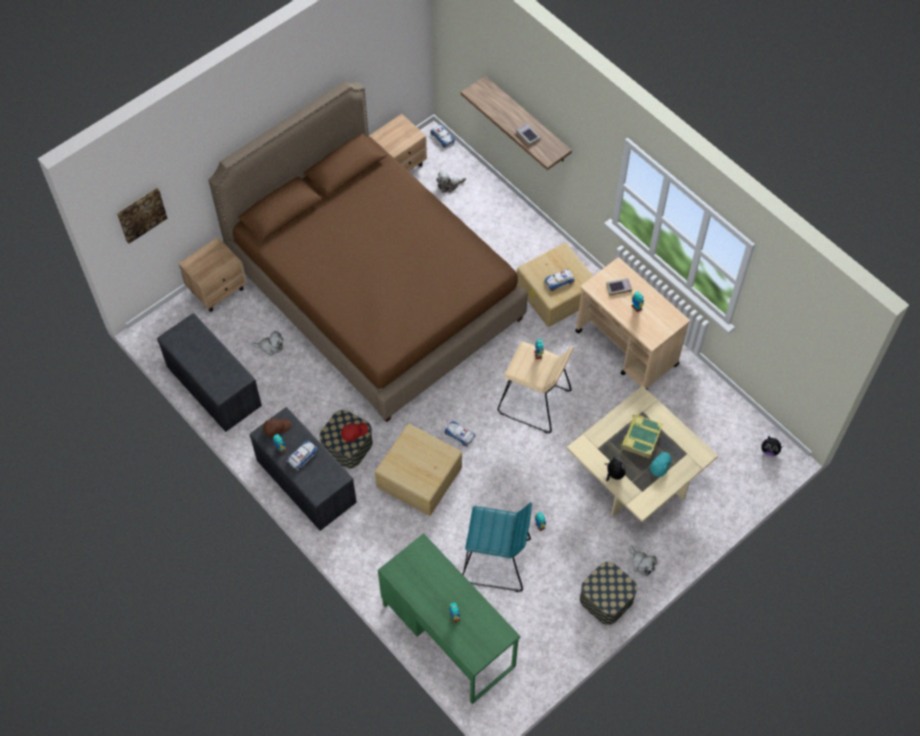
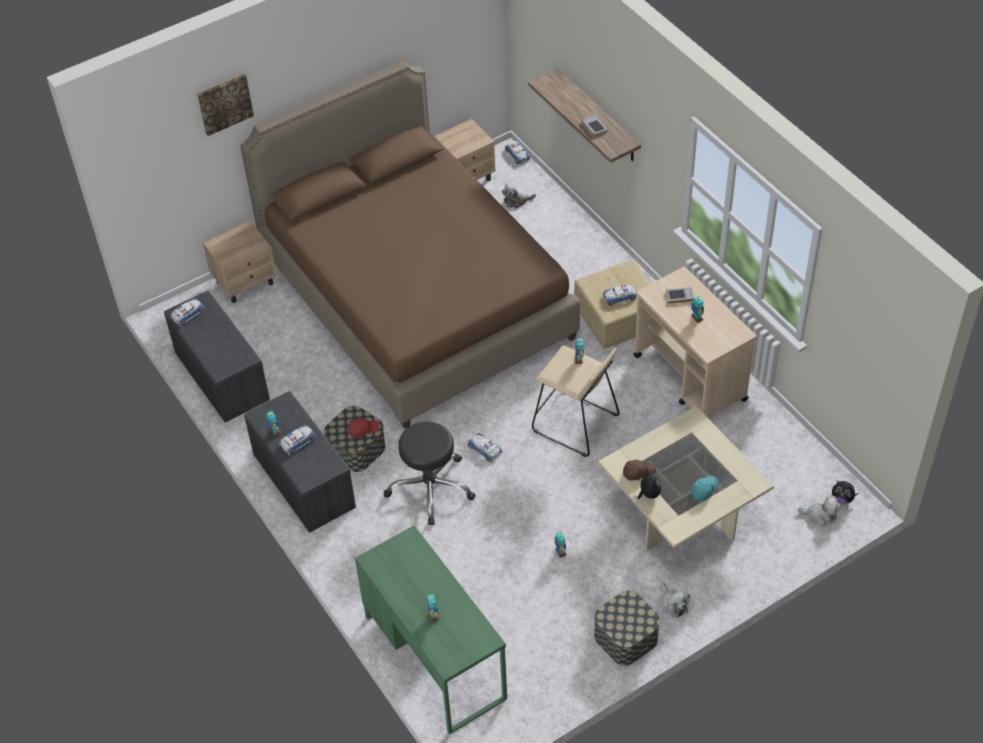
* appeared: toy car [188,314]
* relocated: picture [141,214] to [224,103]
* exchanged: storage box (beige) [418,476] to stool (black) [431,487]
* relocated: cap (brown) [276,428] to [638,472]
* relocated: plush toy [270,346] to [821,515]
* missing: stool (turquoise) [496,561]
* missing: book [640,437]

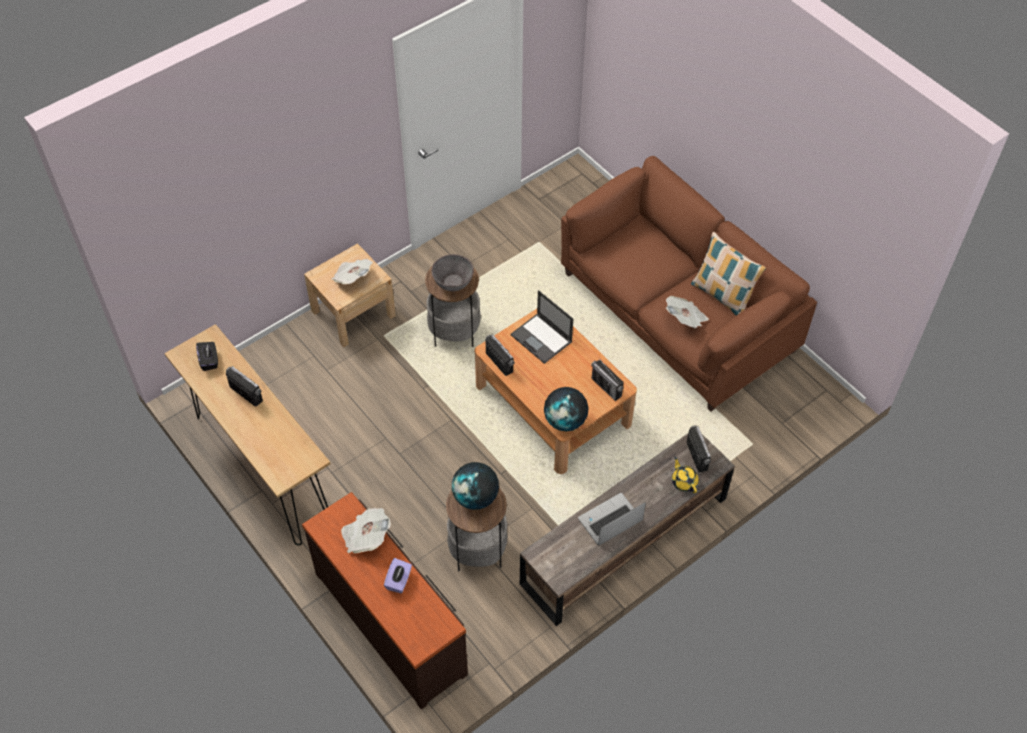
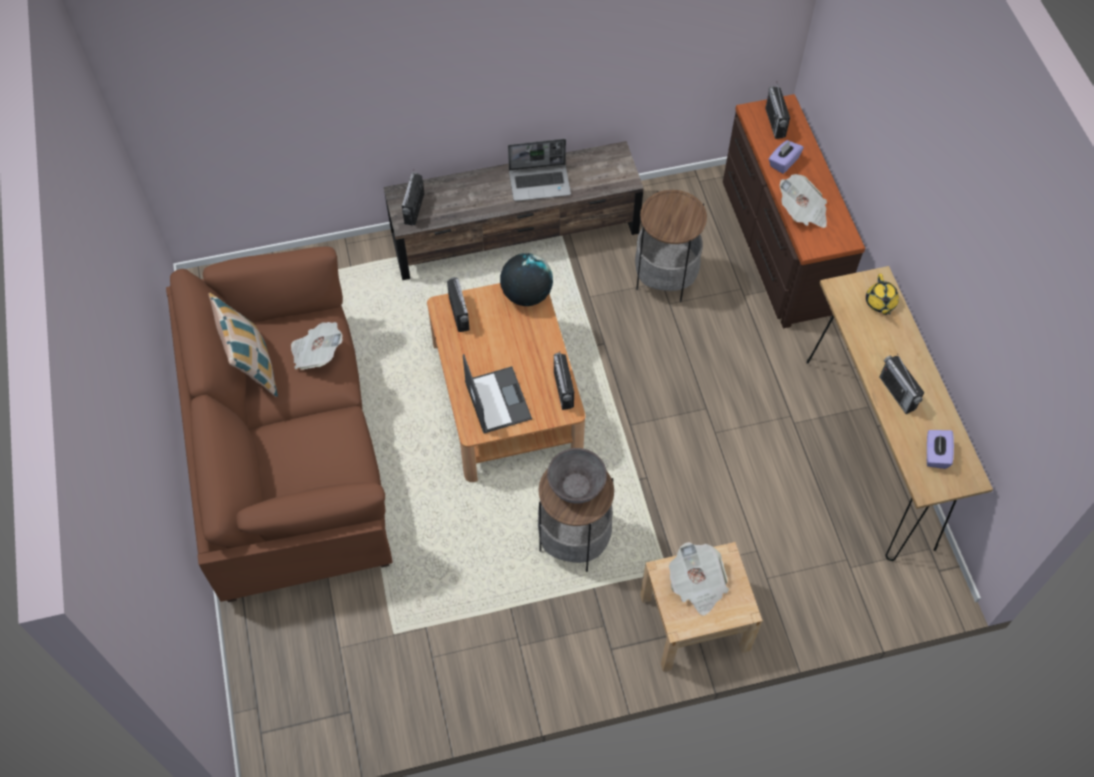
* appeared: radio [775,122]
* relocated: teapot (yellow) [684,481] to [880,303]
* colour: tissue box (black) [209,361] to tissue box (purple) [935,454]
* missing: globe [476,497]

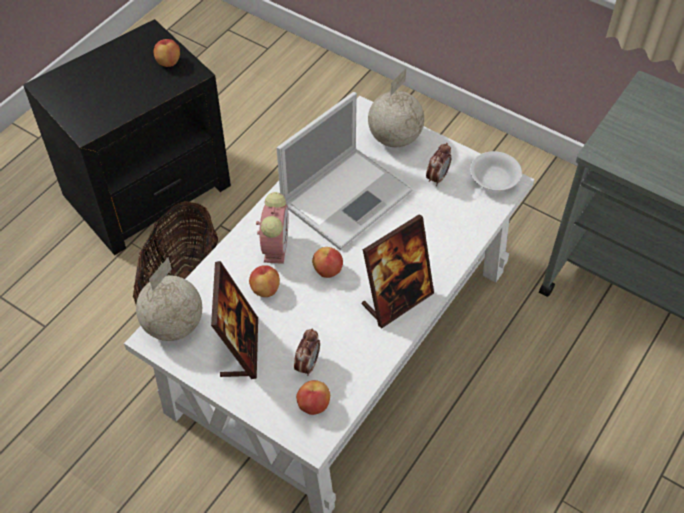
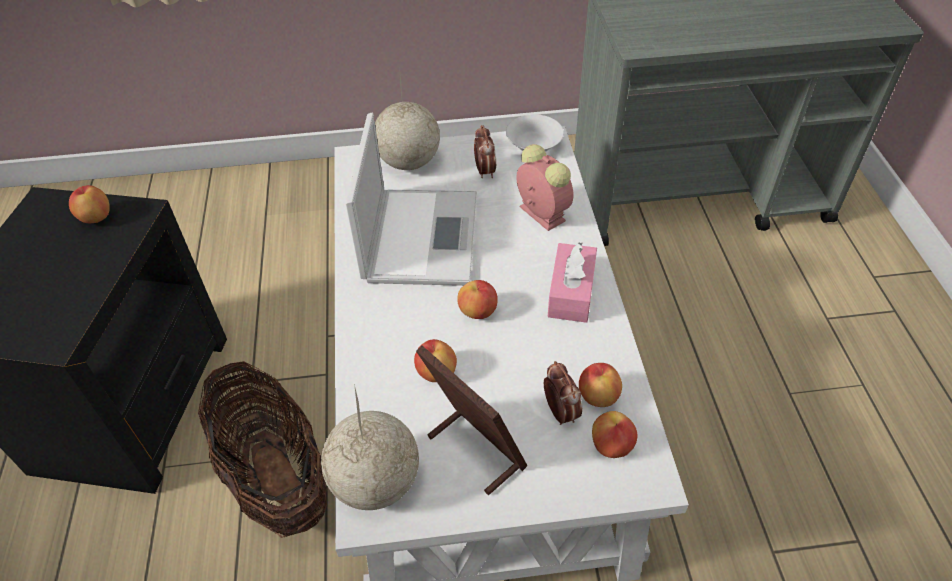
* relocated: alarm clock [275,246] to [540,213]
* exchanged: picture frame [397,300] to tissue box (pink) [571,292]
* appeared: apple [598,396]

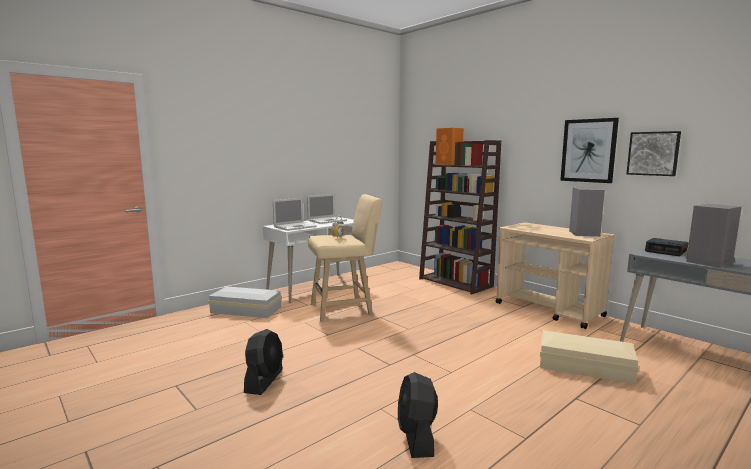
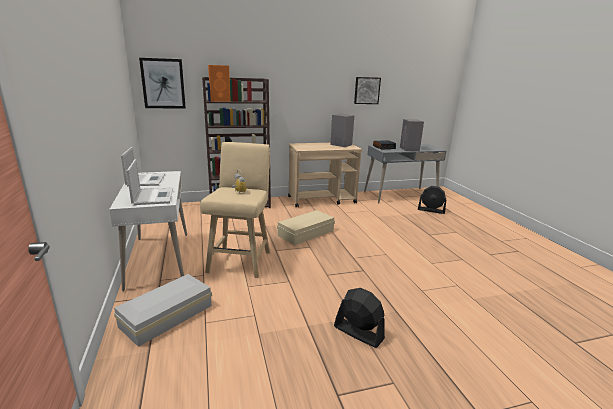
* relocated: picture [588,150] to [163,83]
* relocated: storage box (beige) [583,365] to [305,233]
* relocated: fan (black) [416,436] to [431,210]

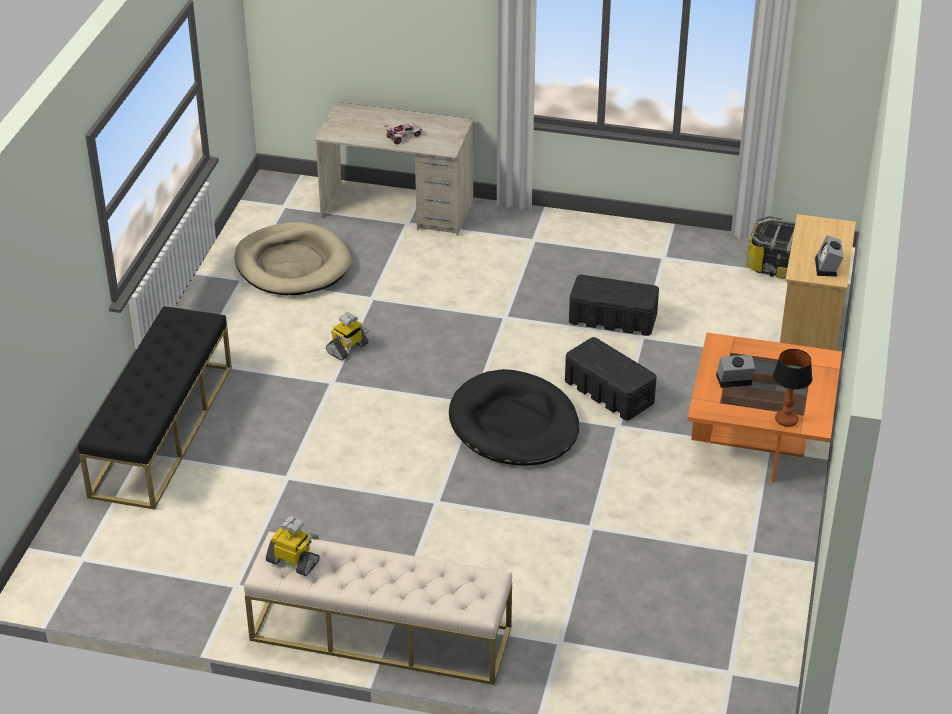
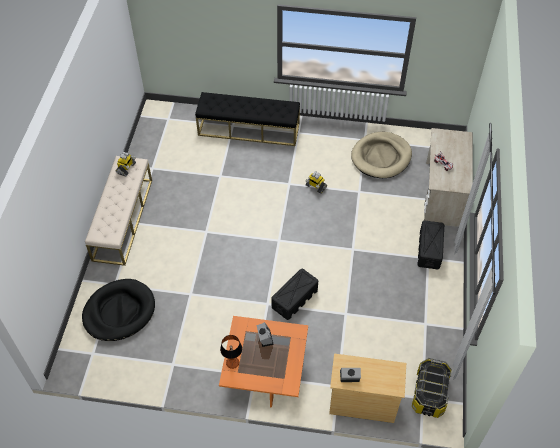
* relocated: dog bed (black) [514,424] to [119,312]
* relocated: storage box (black) [613,319] to [429,250]

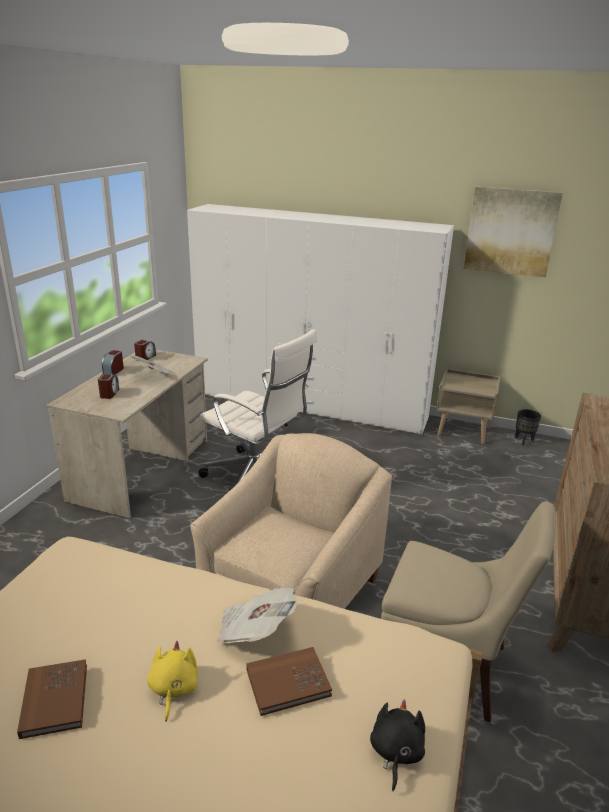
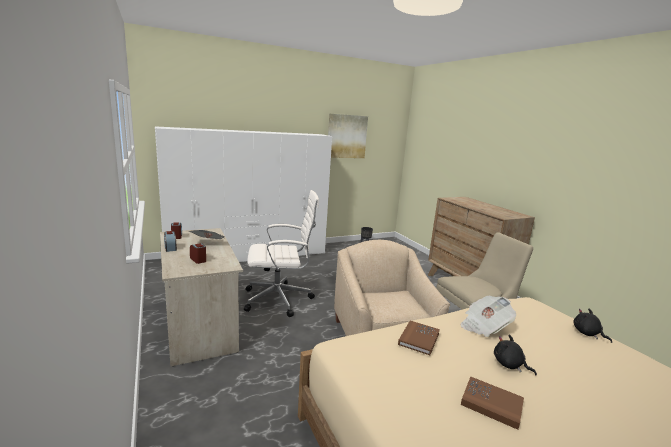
* relocated: book (brown) [288,683] to [419,339]
* colour: plush toy (yellow) [173,689] to plush toy (black) [509,365]
* missing: nightstand (beige) [463,431]

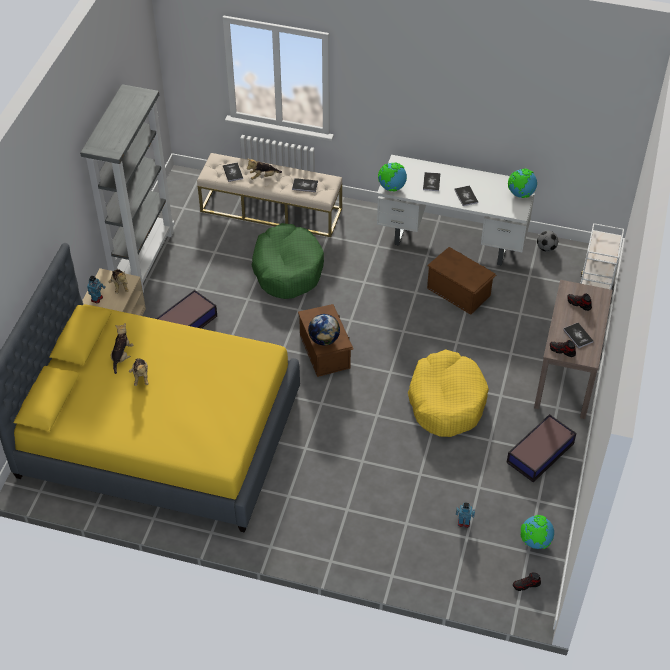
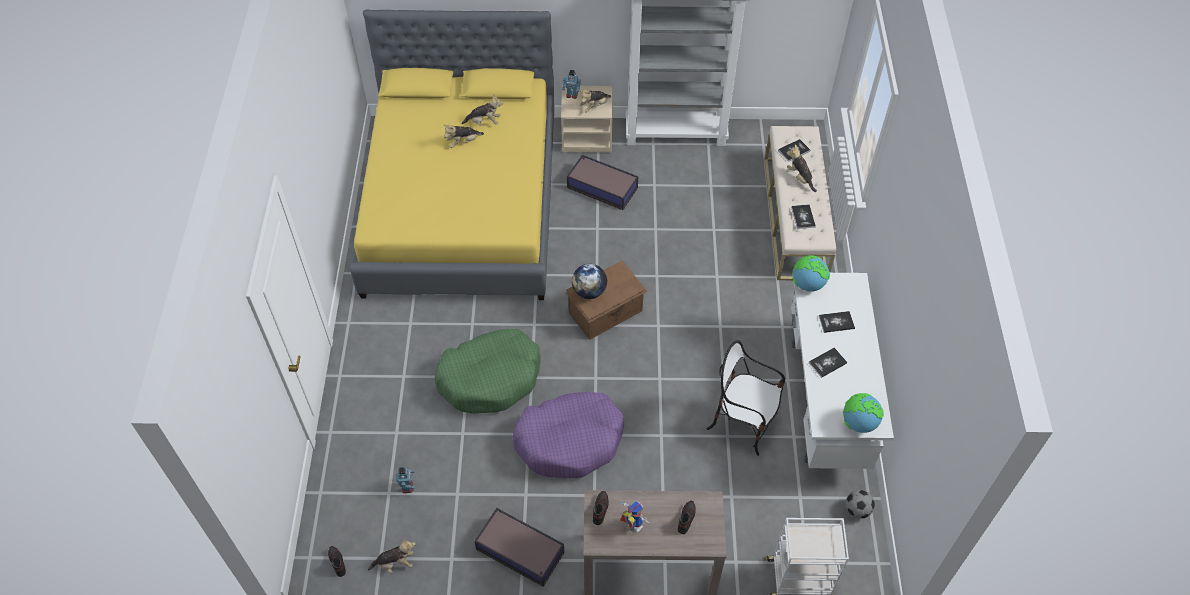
* exchanged: globe [535,541] to plush toy [395,563]
* relocated: dog bed (green) [287,269] to [490,378]
* colour: dog bed (yellow) [446,401] to dog bed (purple) [570,440]
* exchanged: book [578,335] to toy robot [631,524]
* exchanged: storage box (brown) [458,291] to chair [742,423]

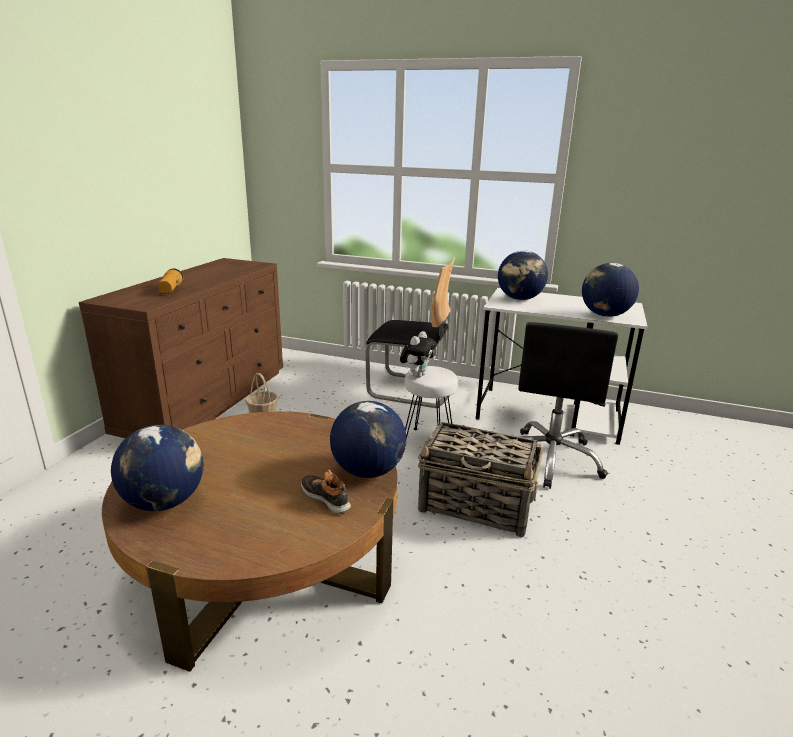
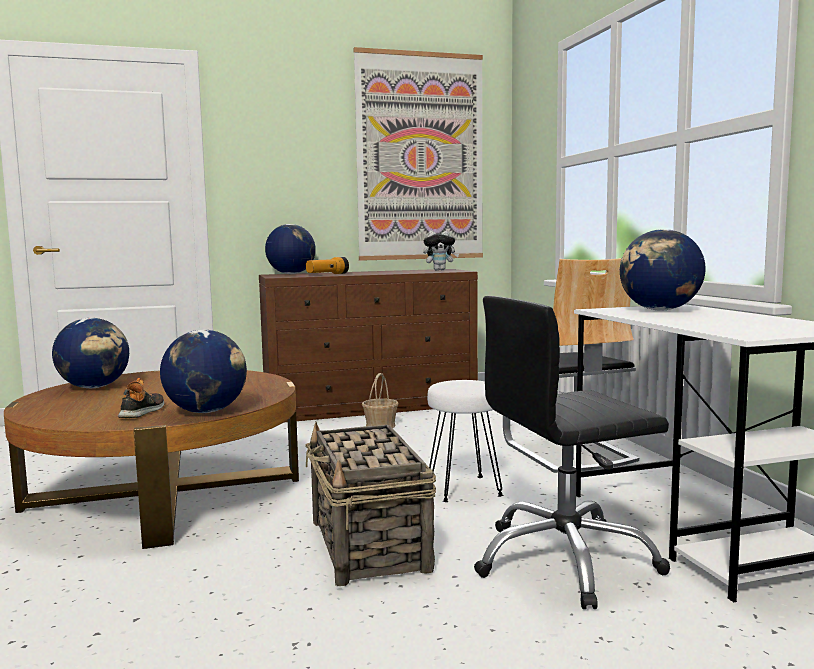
* relocated: globe [604,315] to [291,274]
* appeared: picture [420,157]
* relocated: plush toy [417,375] to [440,270]

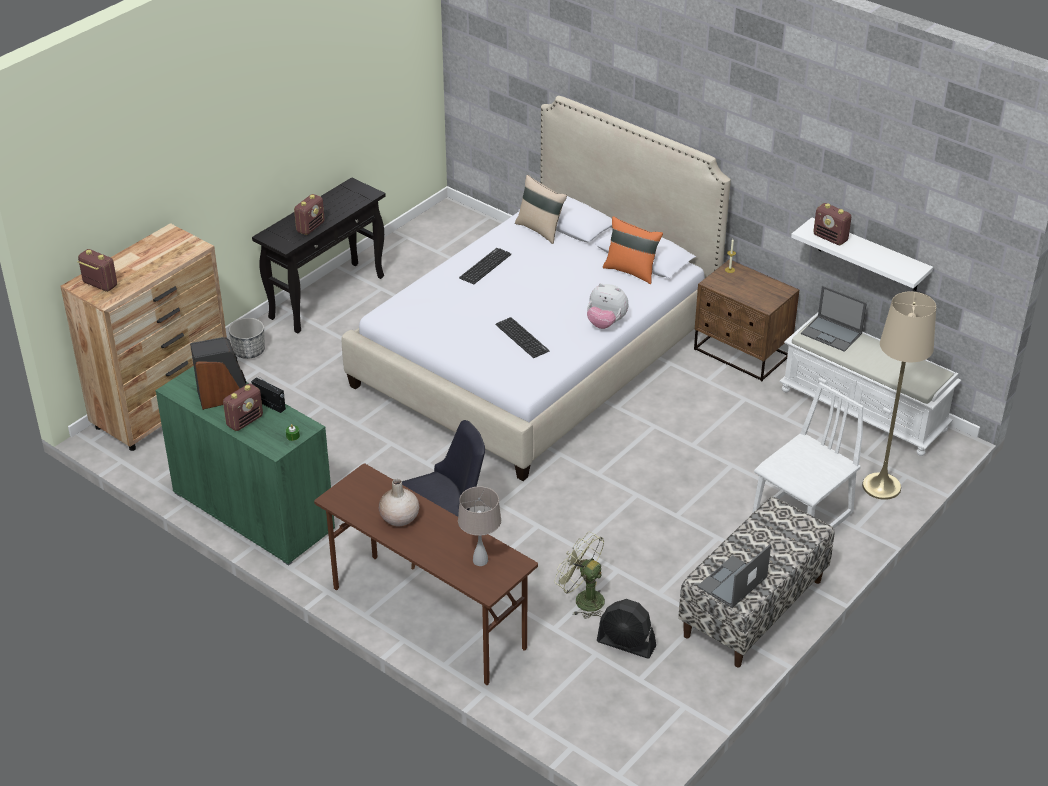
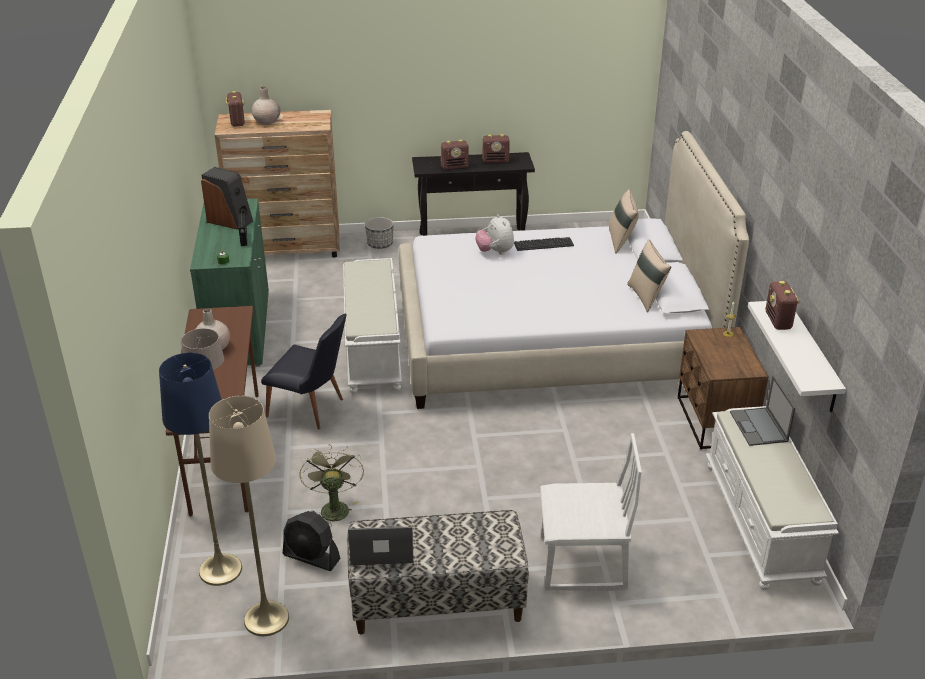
* appeared: floor lamp (blue) [220,569]
* relocated: floor lamp (beige) [881,486] to [266,618]
* appeared: vase (beige) [266,121]
* spun: fan (black) [626,644] = [311,557] 45 degrees counterclockwise
* appeared: bench (white) [374,349]
* relocated: plush toy [606,323] to [495,252]
* relocated: radio [245,421] to [495,161]
* colour: pillow (orange) [631,271] to pillow (beige) [646,297]
* missing: keyboard [522,338]

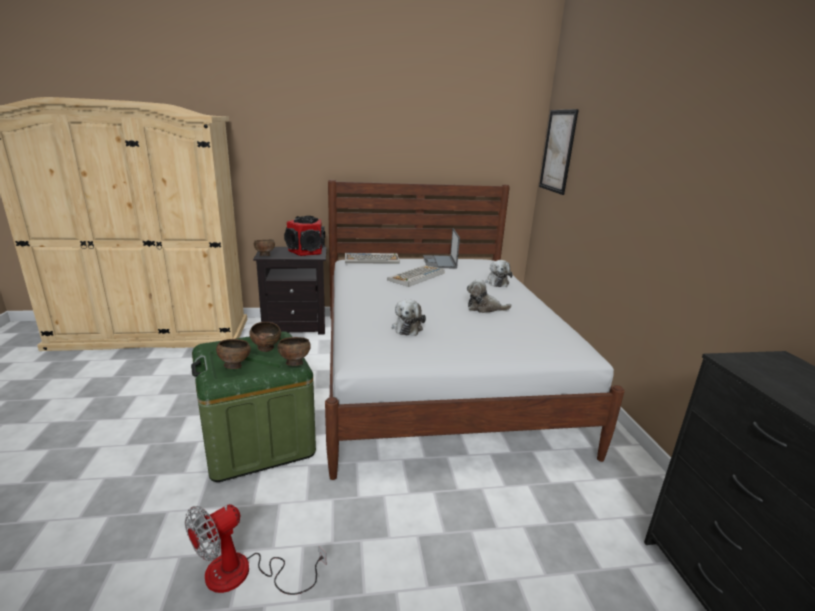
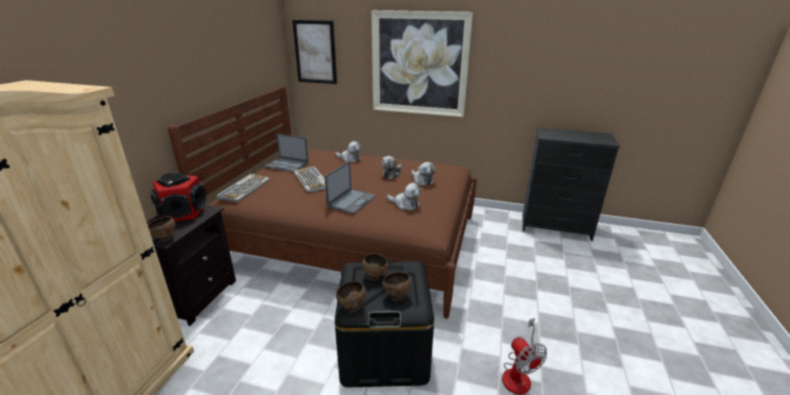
* colour: bed (white) [435,372] to bed (brown) [353,240]
* appeared: laptop [352,201]
* colour: storage box (green) [258,440] to storage box (black) [384,351]
* relocated: bowl (brown) [294,363] to [351,308]
* appeared: picture [419,64]
* appeared: plush toy [422,180]

